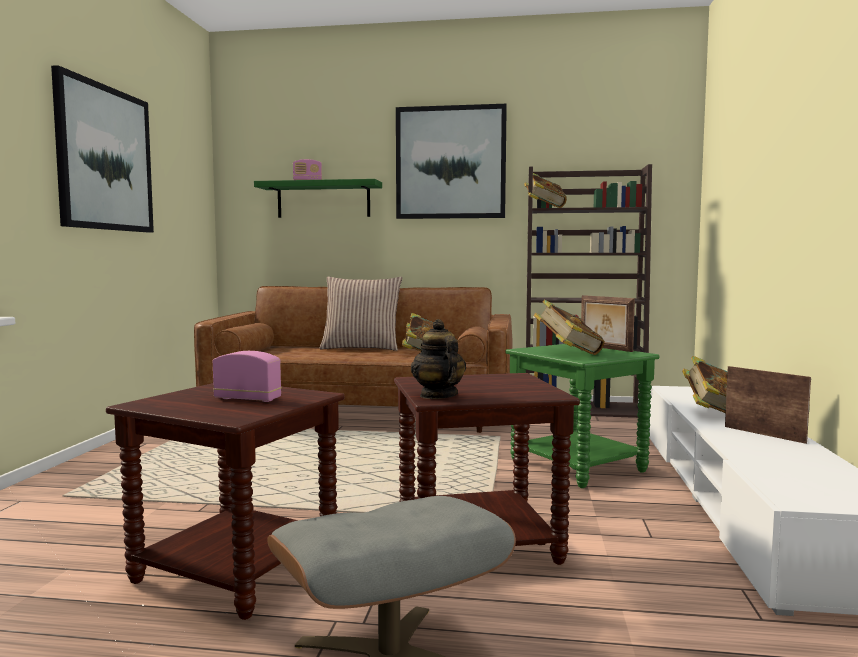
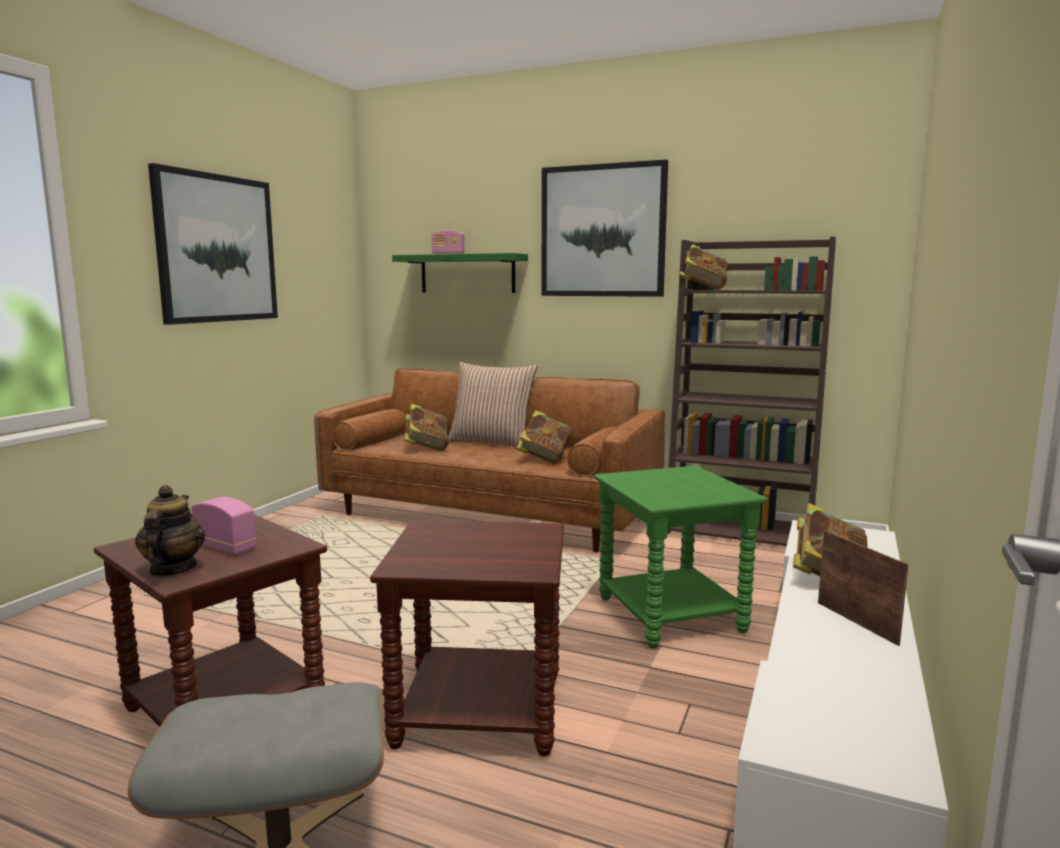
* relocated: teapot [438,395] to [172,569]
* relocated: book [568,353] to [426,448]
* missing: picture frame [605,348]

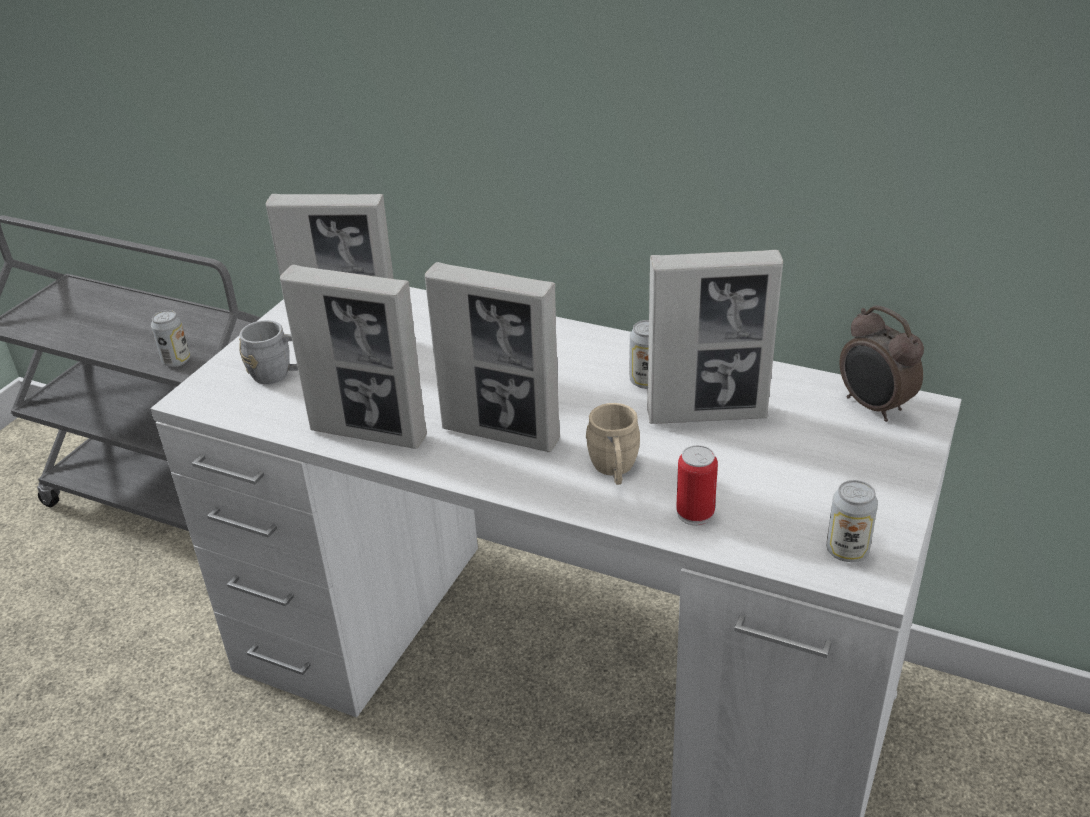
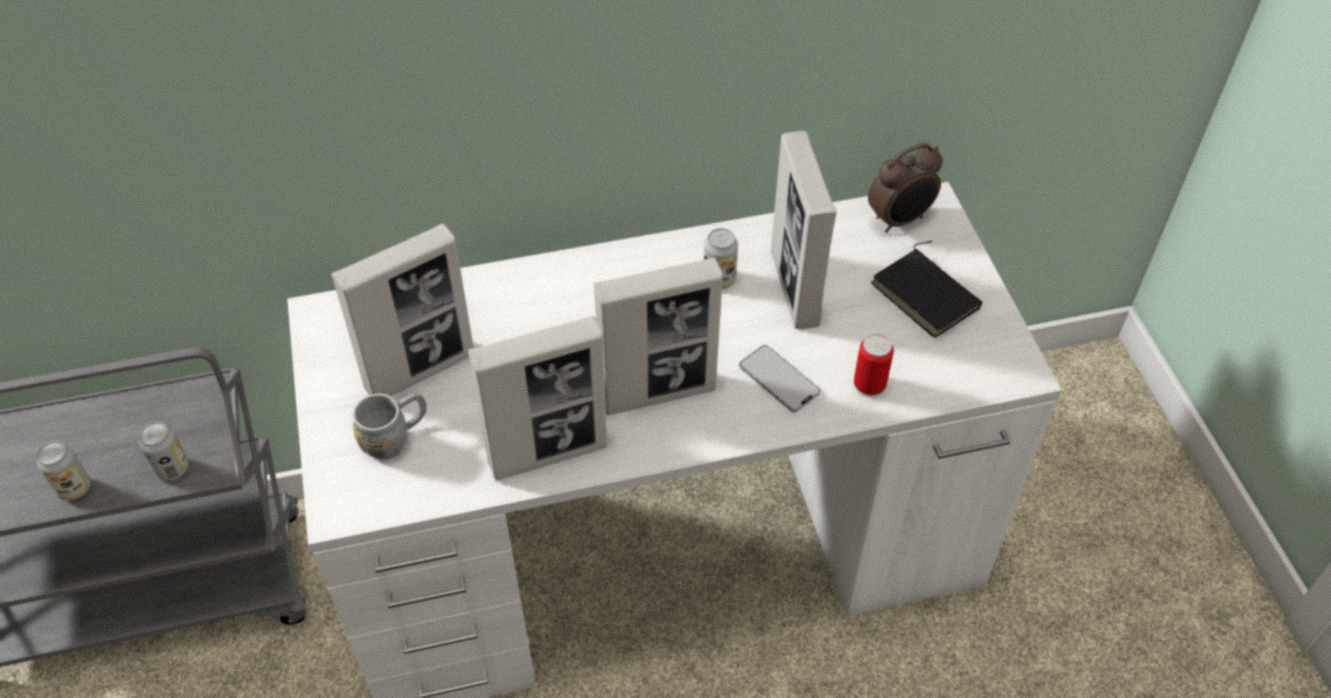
* relocated: can [847,551] to [74,488]
* exchanged: mug (beige) [614,471] to phone [779,380]
* spun: picture frame [707,415] = [794,289] 120 degrees clockwise
* spun: alarm clock [873,407] = [900,220] 45 degrees counterclockwise
* appeared: book (black) [928,295]

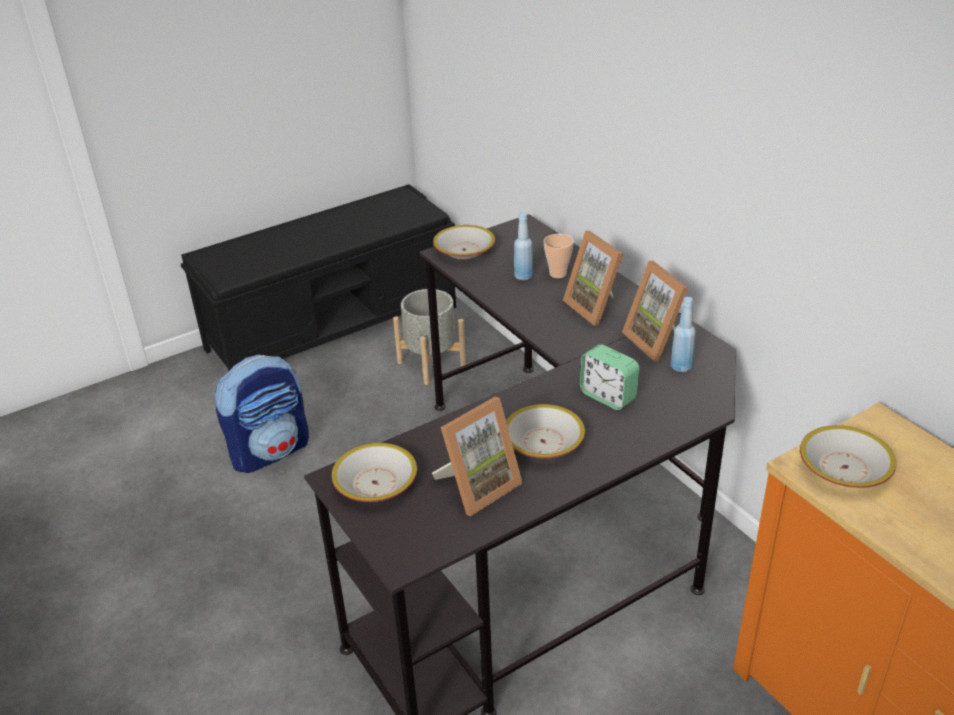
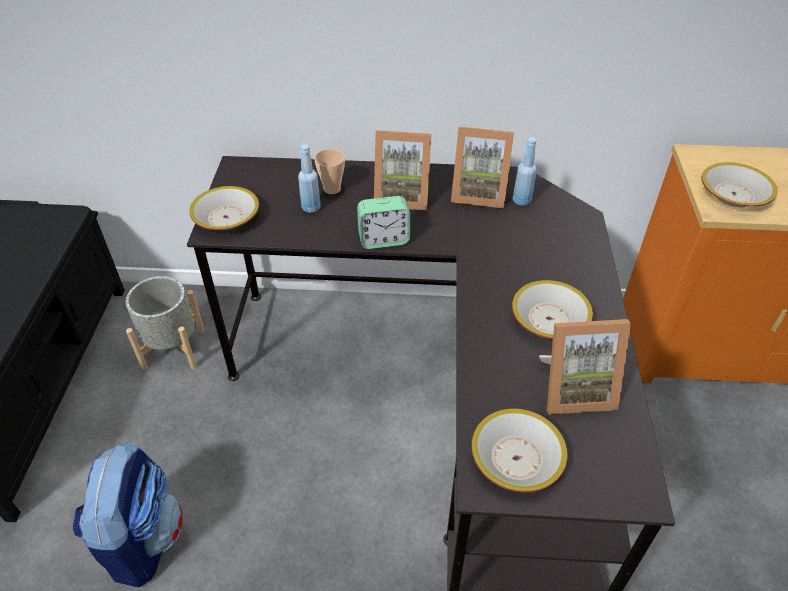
* relocated: alarm clock [608,396] to [384,240]
* spun: picture frame [477,486] = [574,389] 90 degrees clockwise

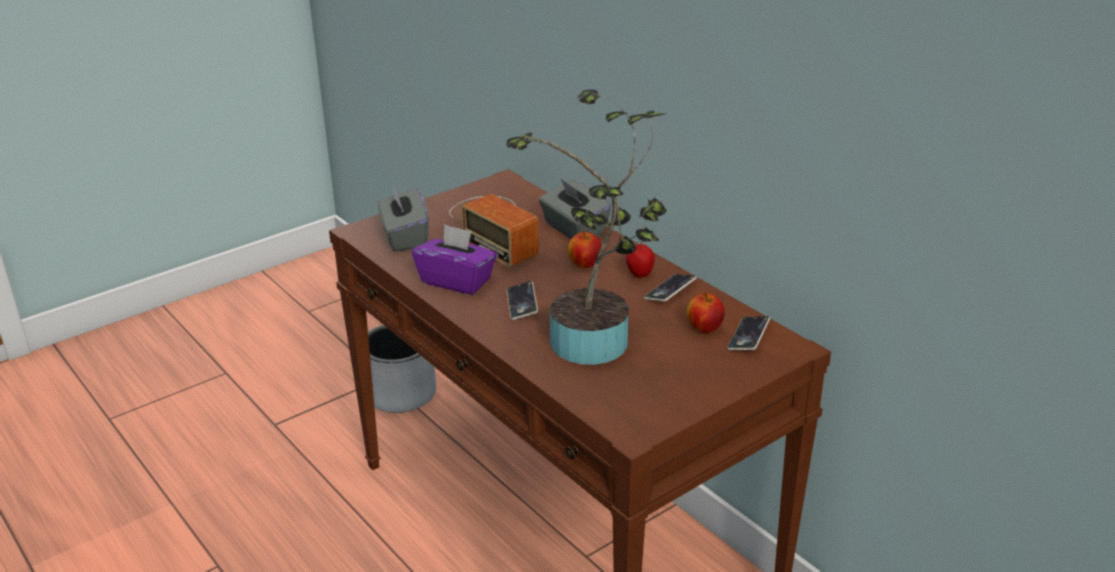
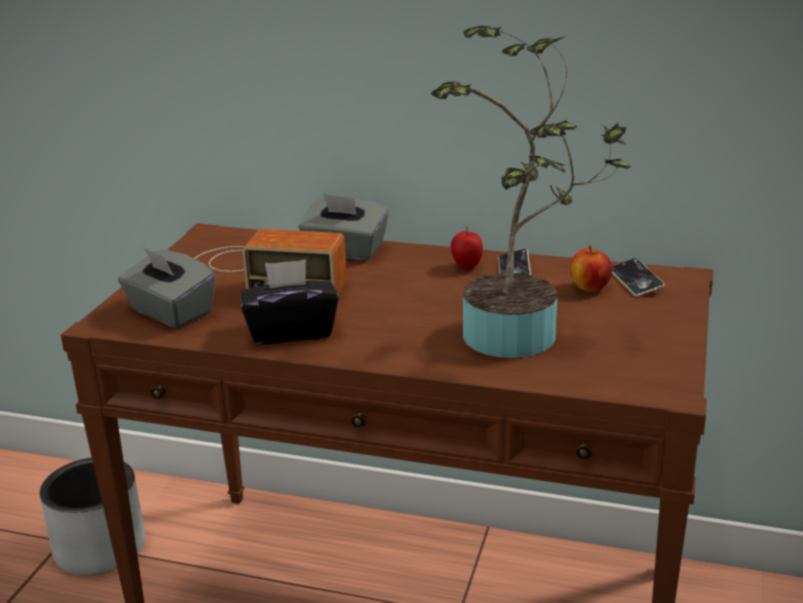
* colour: tissue box (purple) [456,281] to tissue box (black) [291,331]
* missing: phone [522,304]
* missing: apple [584,264]

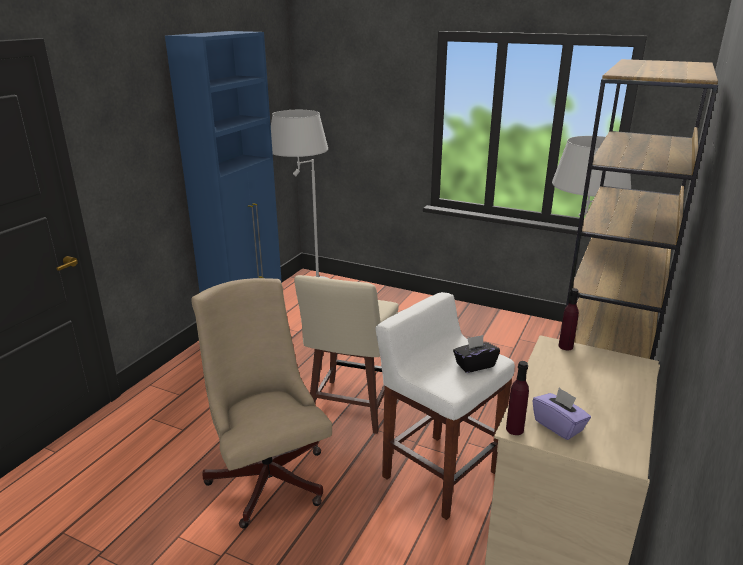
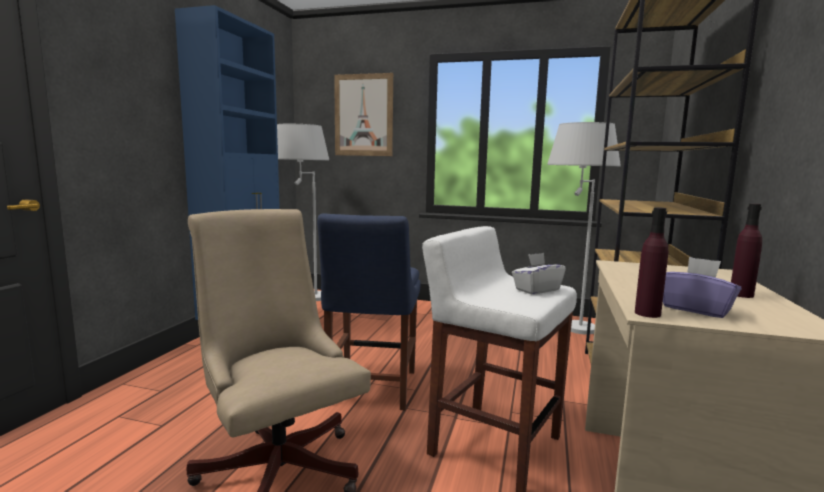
* exchanged: stool (beige) [350,407] to chair (blue) [370,389]
* appeared: picture [363,115]
* colour: tissue box (black) [474,365] to tissue box (white) [536,290]
* relocated: bottle (purple) [565,346] to [741,294]

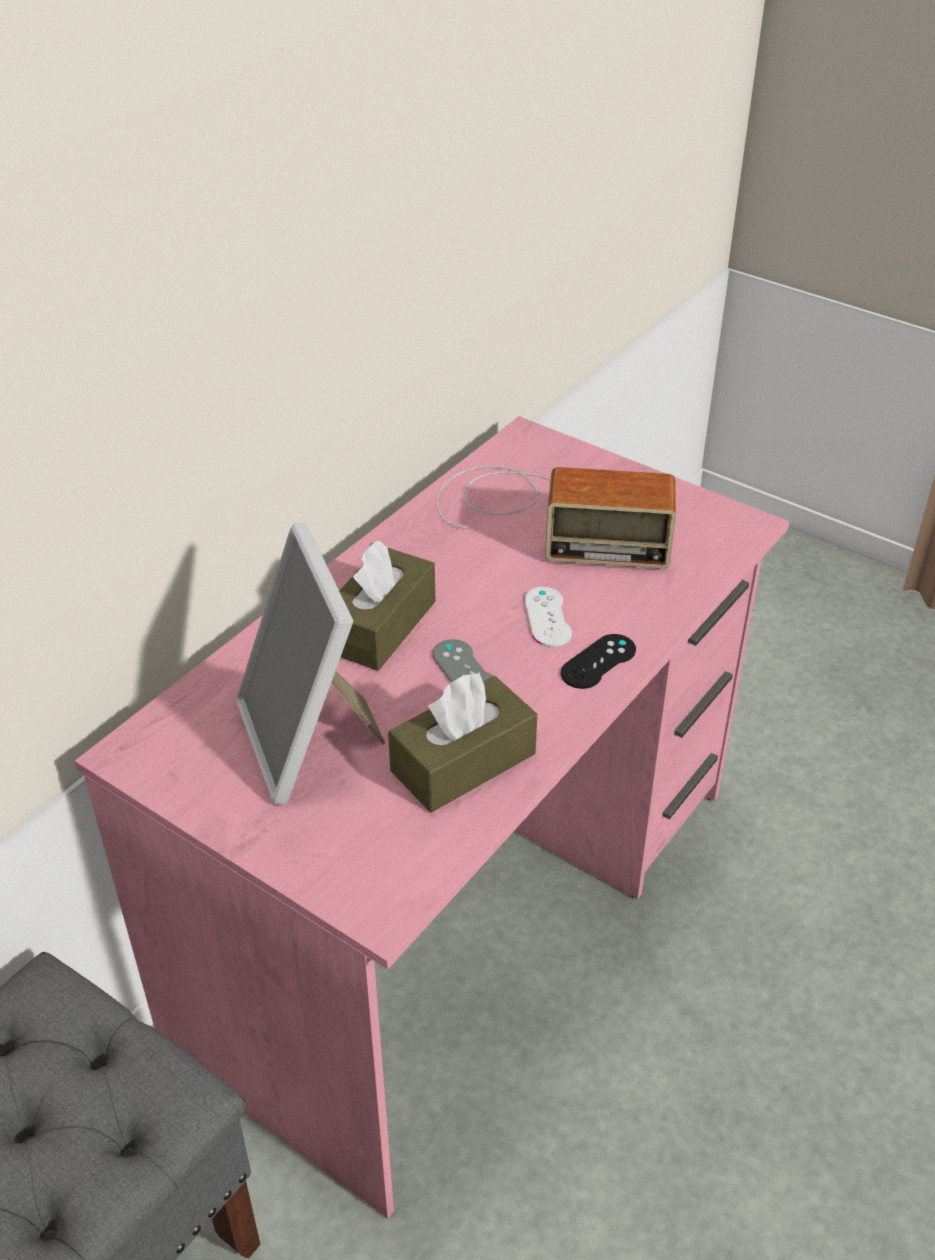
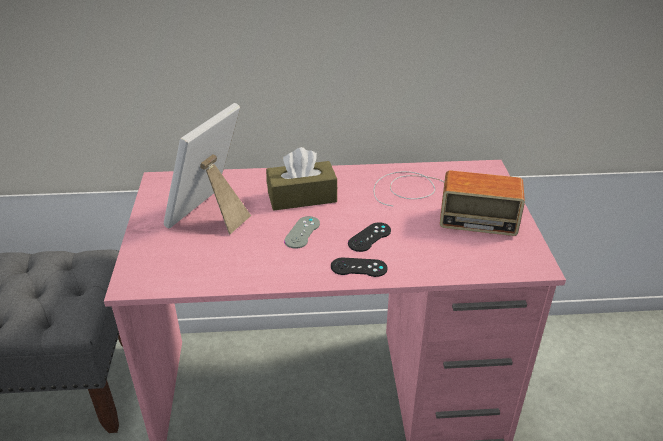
* colour: game controller (white) [547,617] to game controller (black) [369,237]
* spun: radio [546,517] = [439,202] 45 degrees counterclockwise
* missing: tissue box (brown) [463,762]

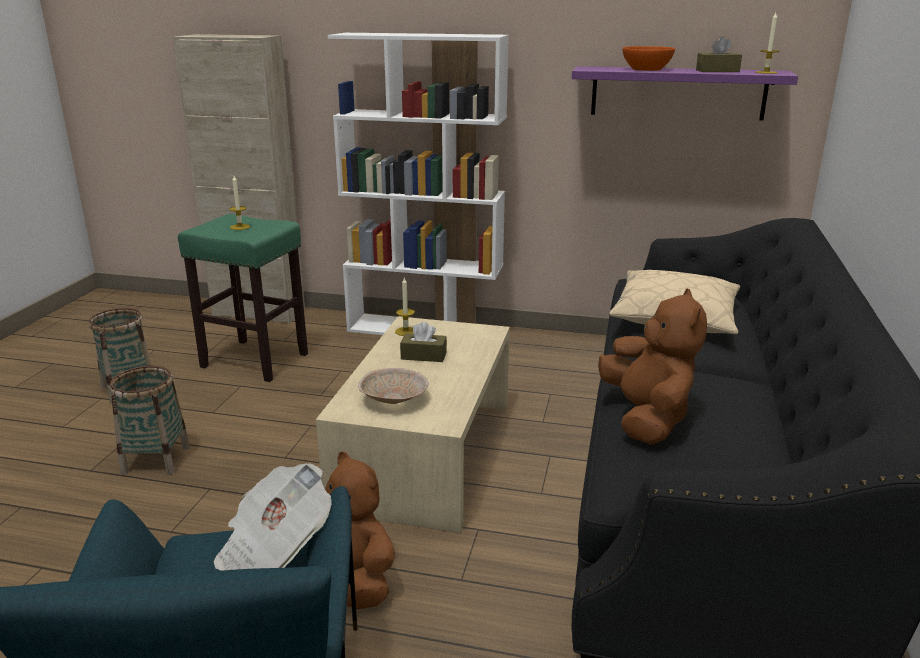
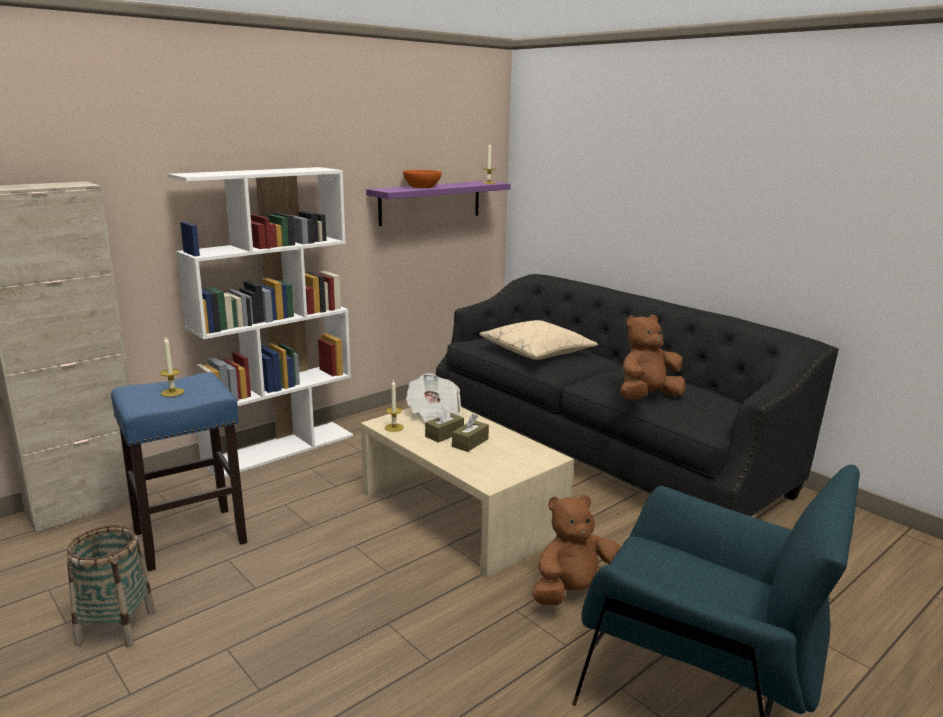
* colour: stool (green) [256,360] to stool (blue) [191,537]
* relocated: newspaper [274,546] to [434,415]
* relocated: tissue box (brown) [717,71] to [470,443]
* spun: plush toy (brown) [646,418] = [647,398] 60 degrees counterclockwise
* missing: basket [156,459]
* missing: bowl (beige) [395,400]

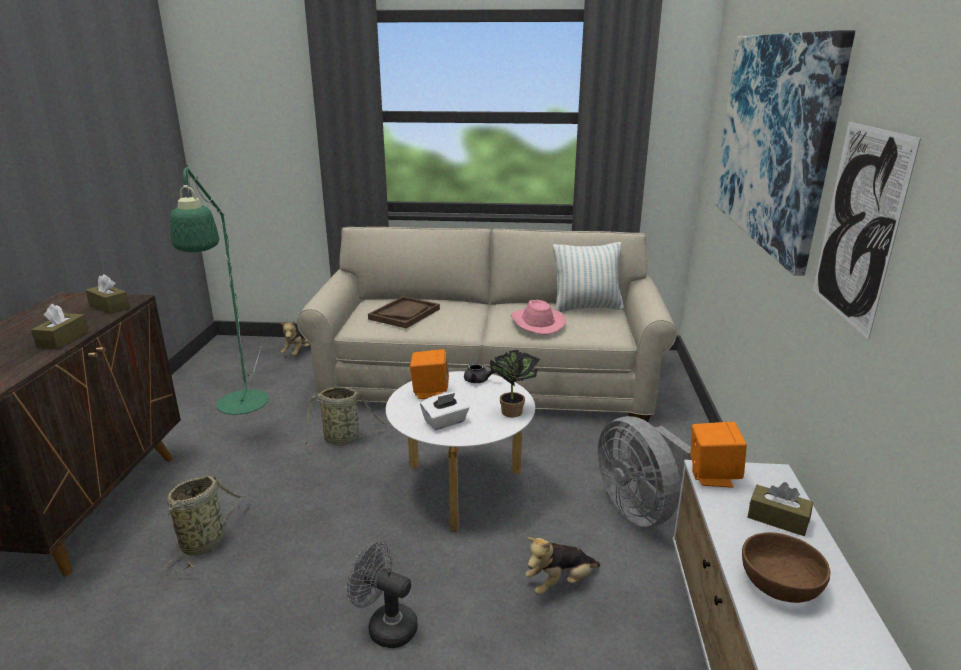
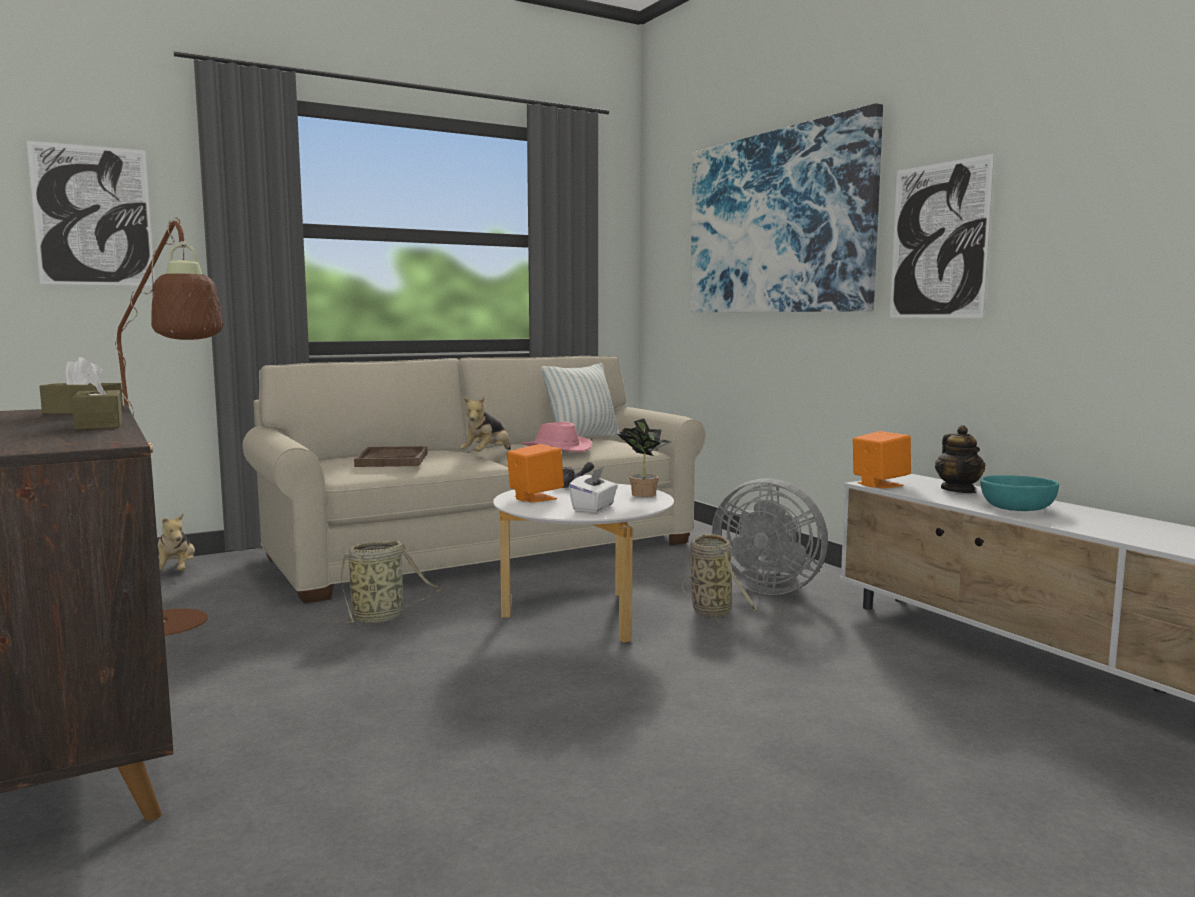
* appeared: picture [93,216]
* colour: floor lamp (green) [241,408] to floor lamp (brown) [173,628]
* relocated: plush toy [560,583] to [487,455]
* relocated: basket [206,542] to [710,610]
* exchanged: tissue box (brown) [777,519] to teapot [958,490]
* colour: bowl (brown) [779,583] to bowl (turquoise) [1016,508]
* missing: fan (grey) [385,626]

